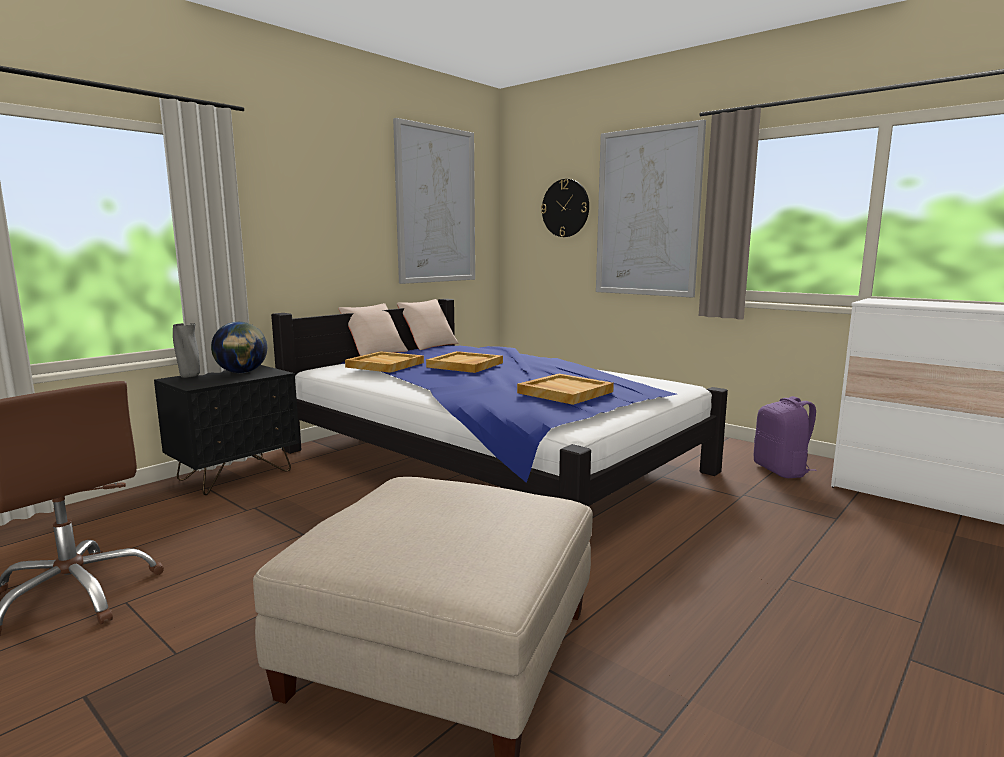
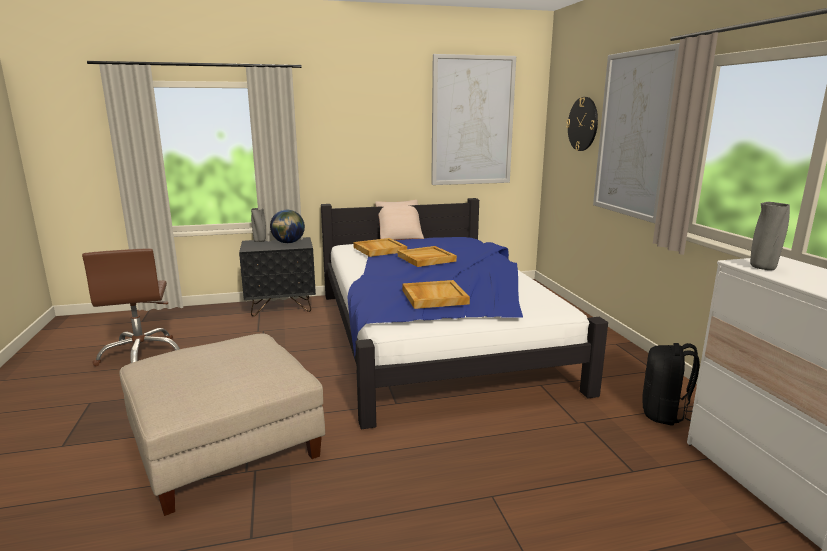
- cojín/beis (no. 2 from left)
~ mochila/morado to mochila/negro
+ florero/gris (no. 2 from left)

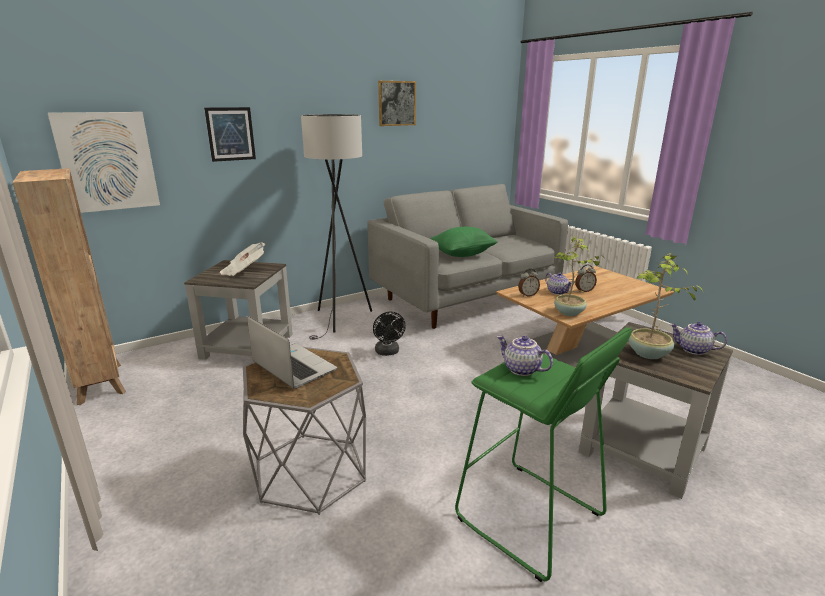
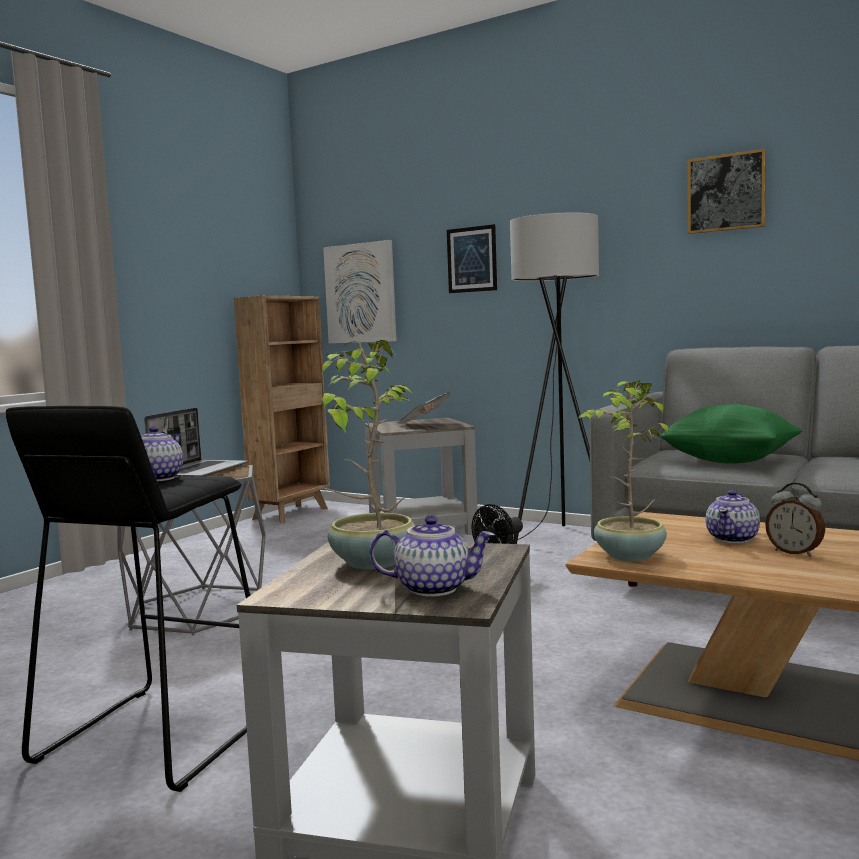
- despertador (no. 1 from left)
~ tetera (no. 3 from left in the first image) 90 degrees clockwise
~ taburete/verde to taburete/negro

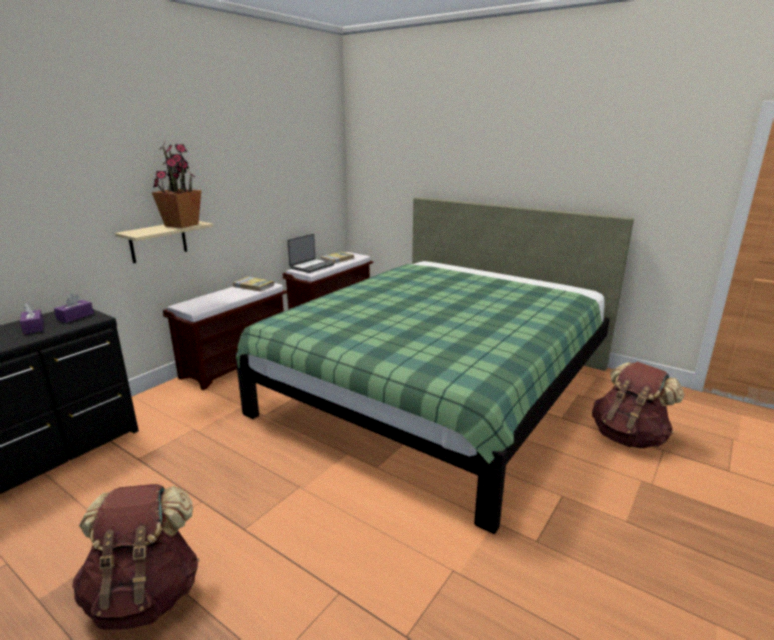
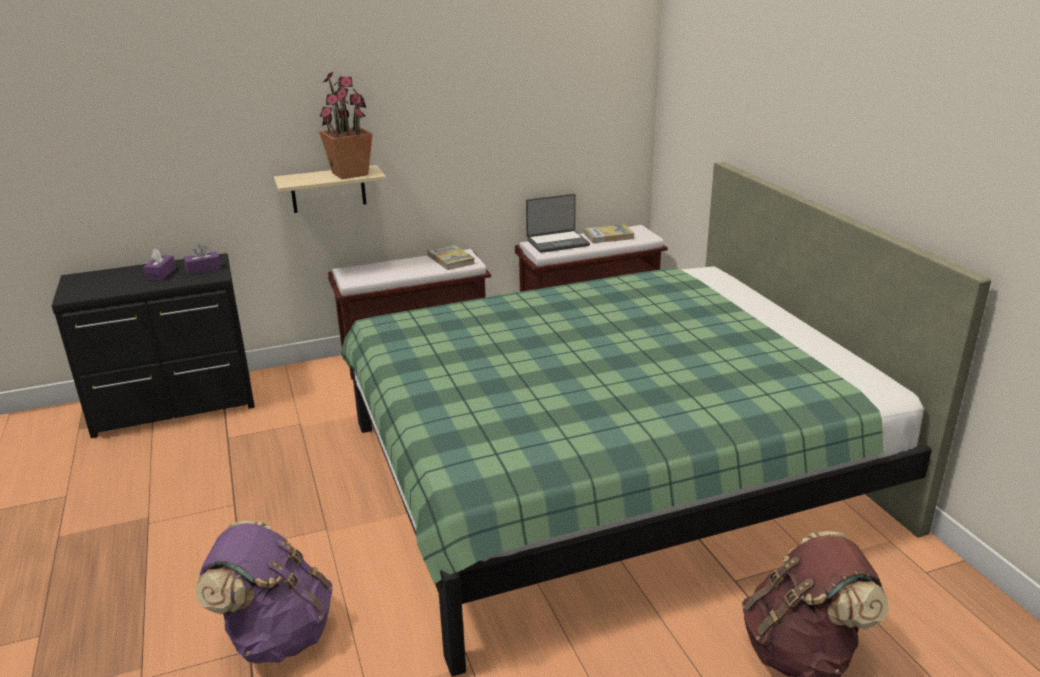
- mochila/marrón (no. 1 from left)
+ mochila/morado

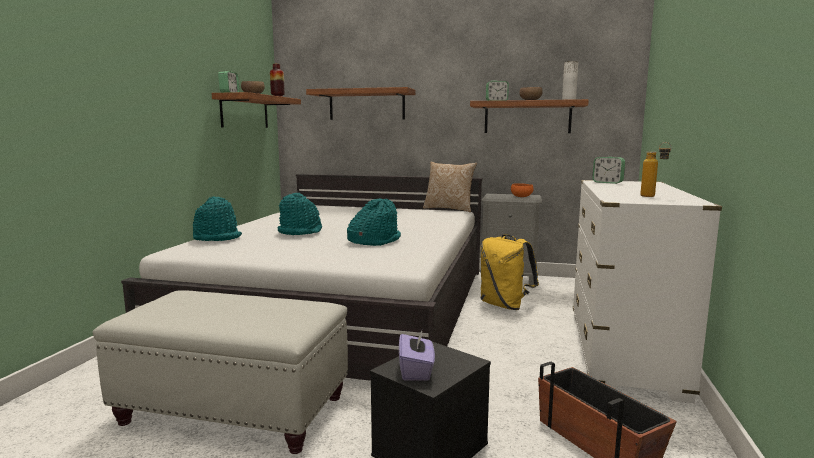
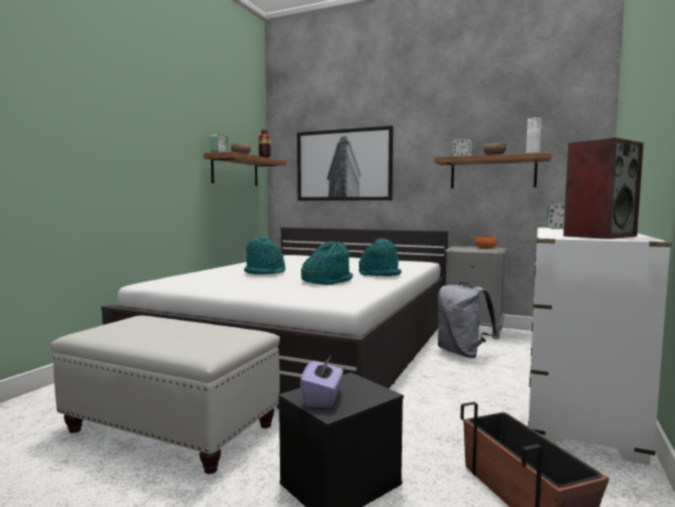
~ estante (no. 2 from left) to cuadro
~ botella to altavoz
- cojín
~ sombrero/turquesa (no. 1 from left in the first image) to sombrero/turquesa (no. 3 from left)
~ mochila/amarillo to mochila/gris

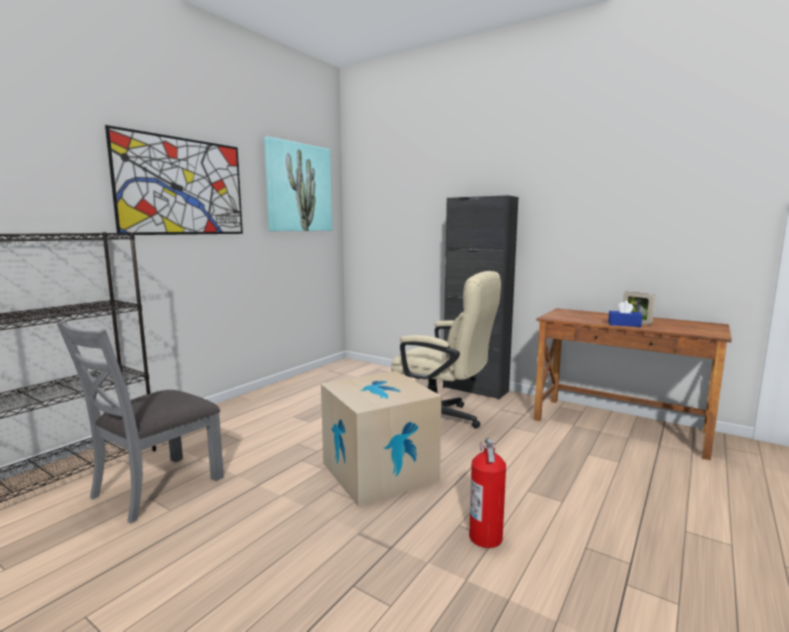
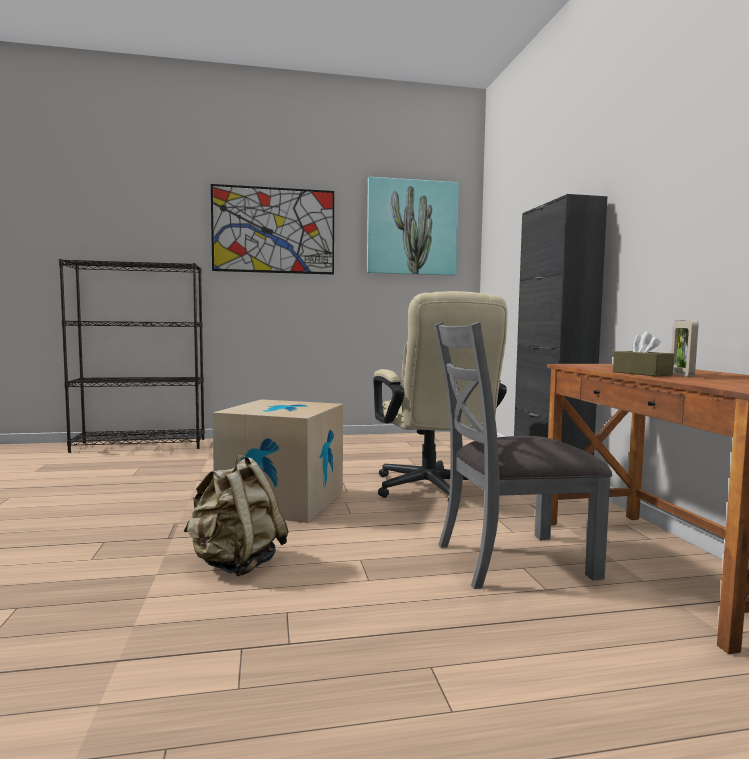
~ caja de pañuelos/azul to caja de pañuelos/marrón
~ silla/gris
~ extintor to mochila/beis

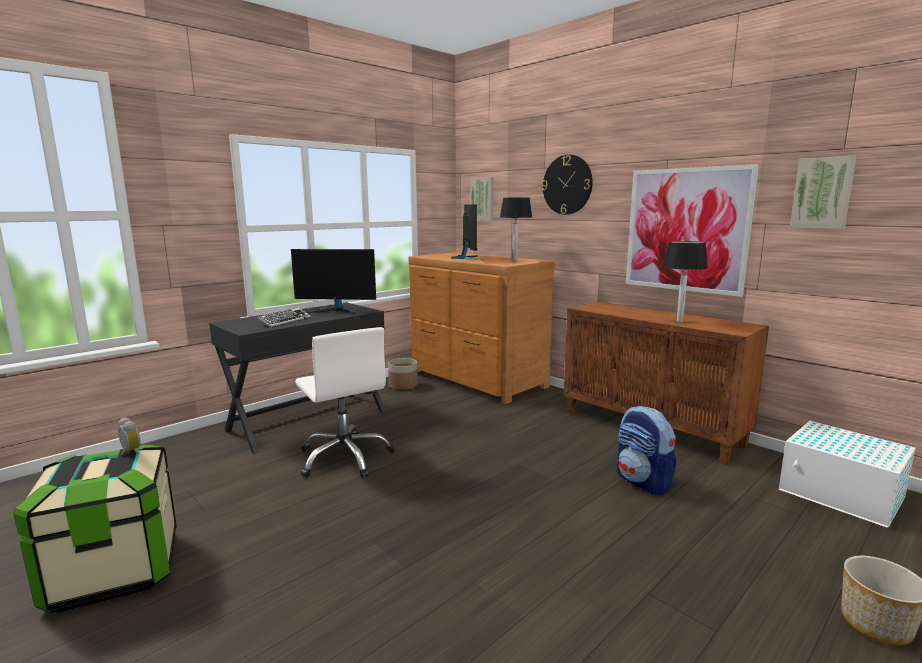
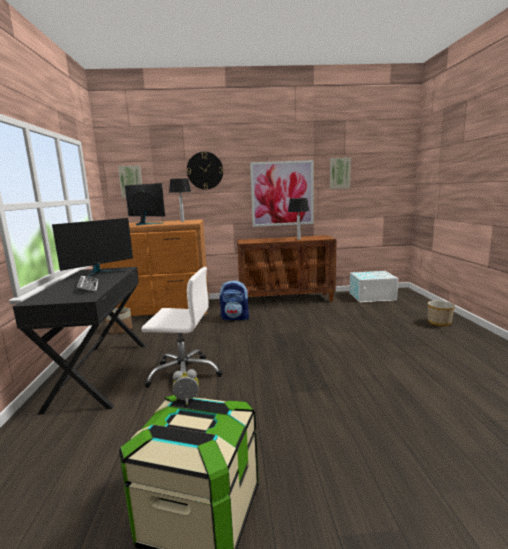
~ mochila

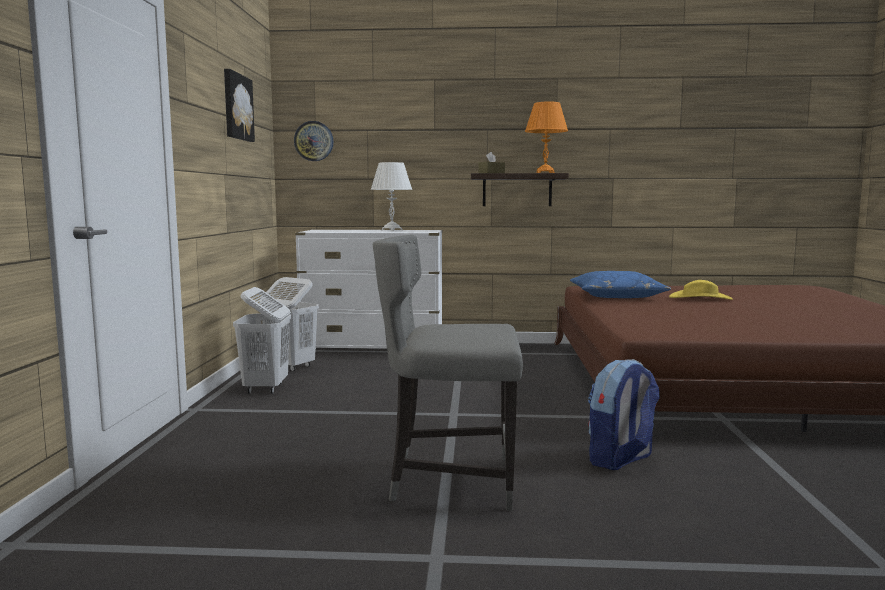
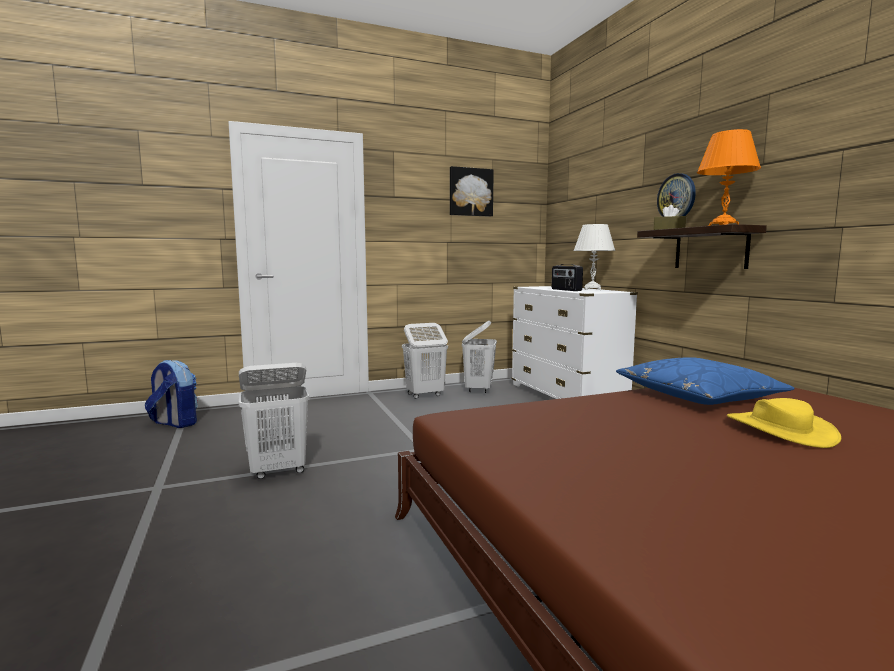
~ reloj de pared
~ silla/gris to cesto de la ropa/blanco (no. 1 from left)
~ mochila
+ radio

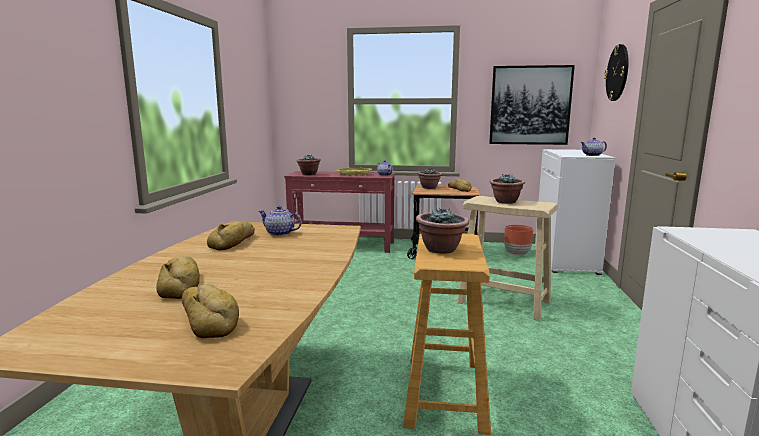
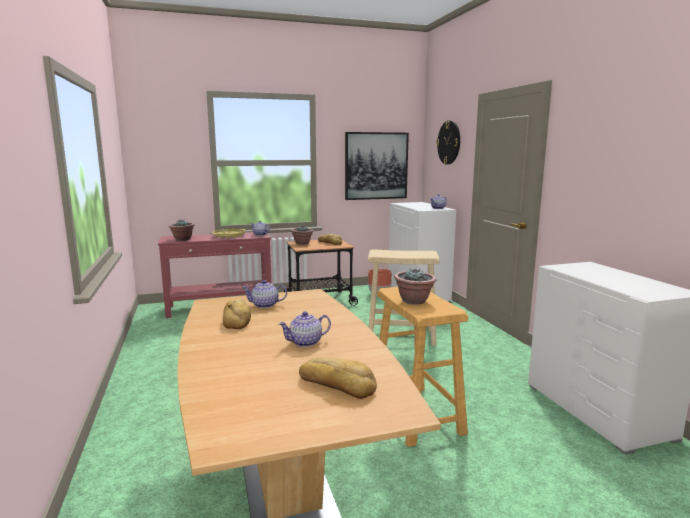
- planta en maceta (no. 4 from left)
- pan (no. 1 from left)
+ tetera (no. 3 from left)

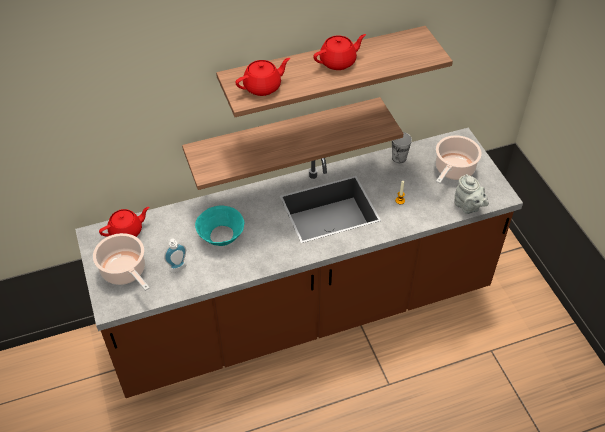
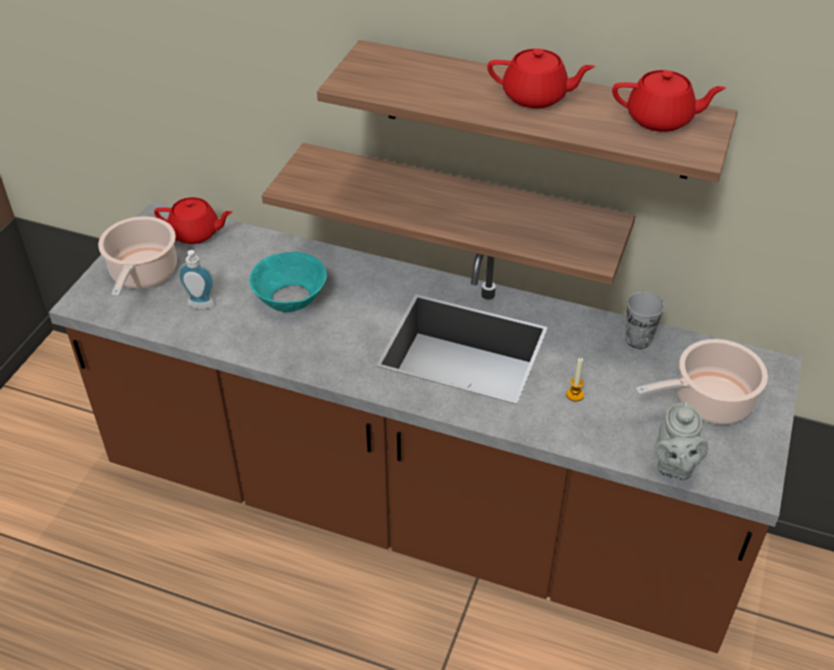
~ tetera/rojo (no. 2 from left in the first image) to tetera/rojo (no. 3 from left)

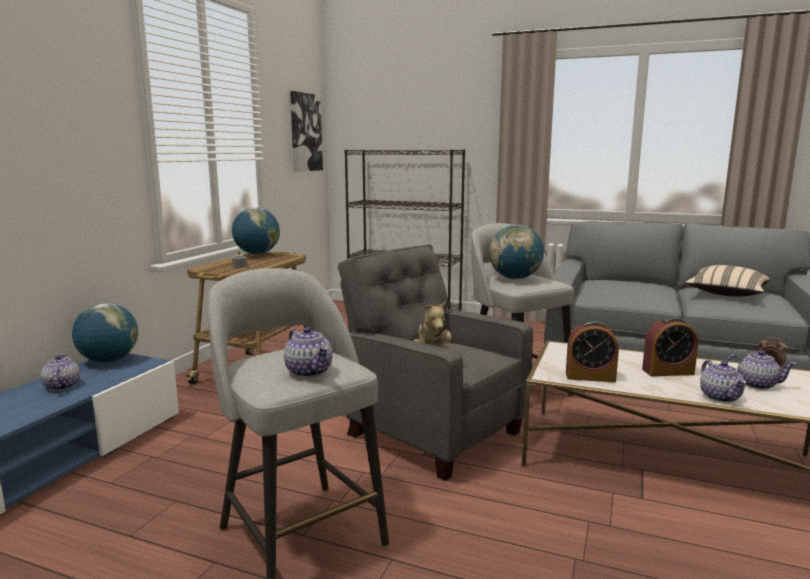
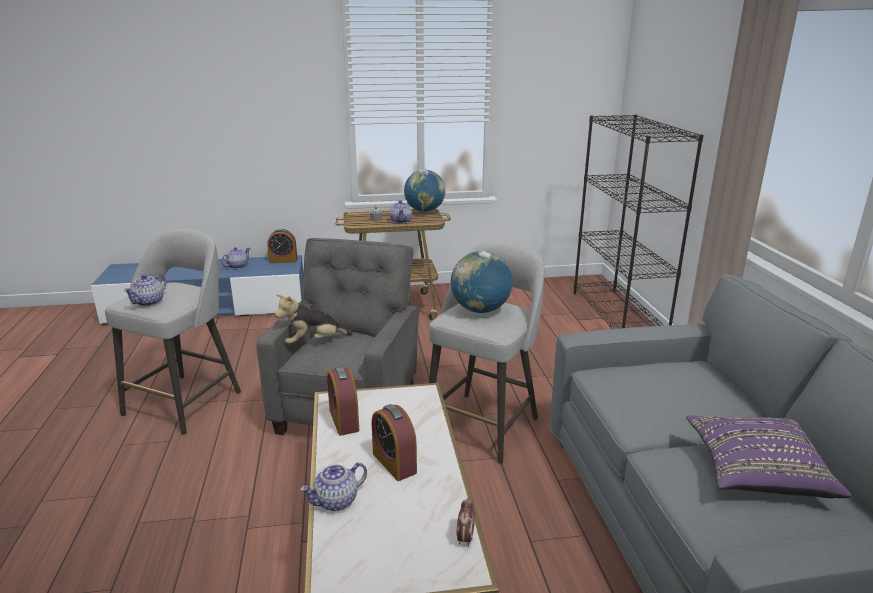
- cuadro
~ cojín/beis to cojín/morado
~ globo terráqueo (no. 1 from left) to despertador (no. 1 from left)
~ tetera (no. 4 from left)

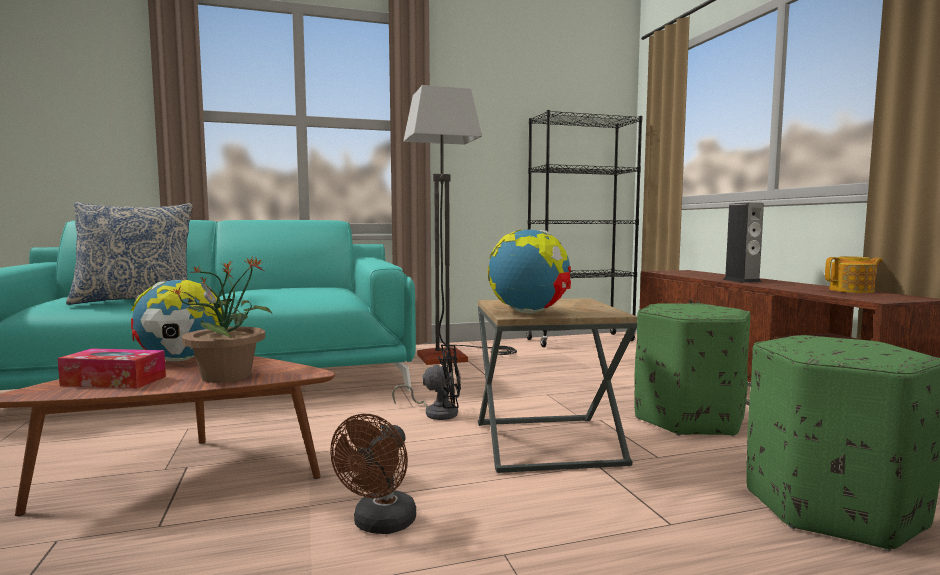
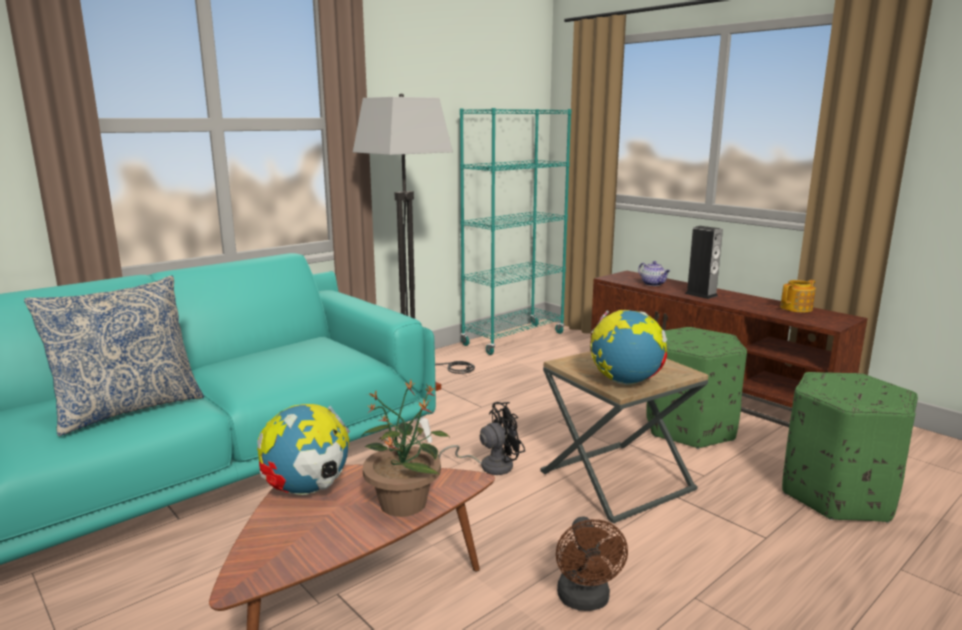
~ estantería/negro to estantería/turquesa
- caja de pañuelos
+ tetera (no. 1 from left)

